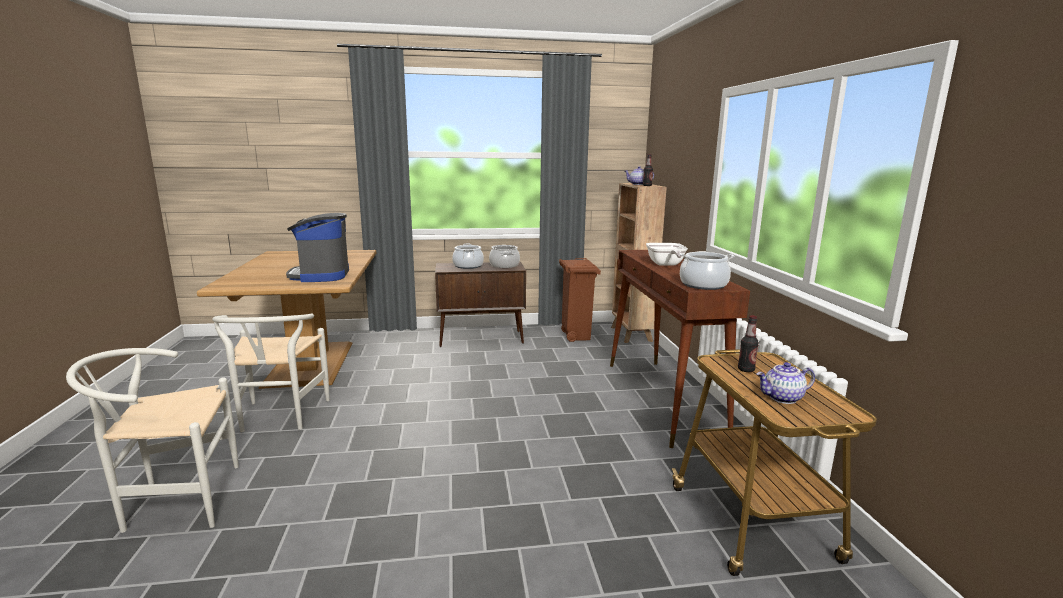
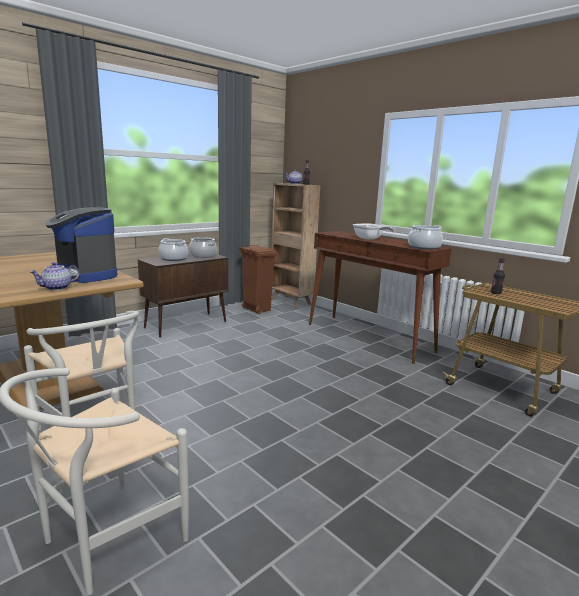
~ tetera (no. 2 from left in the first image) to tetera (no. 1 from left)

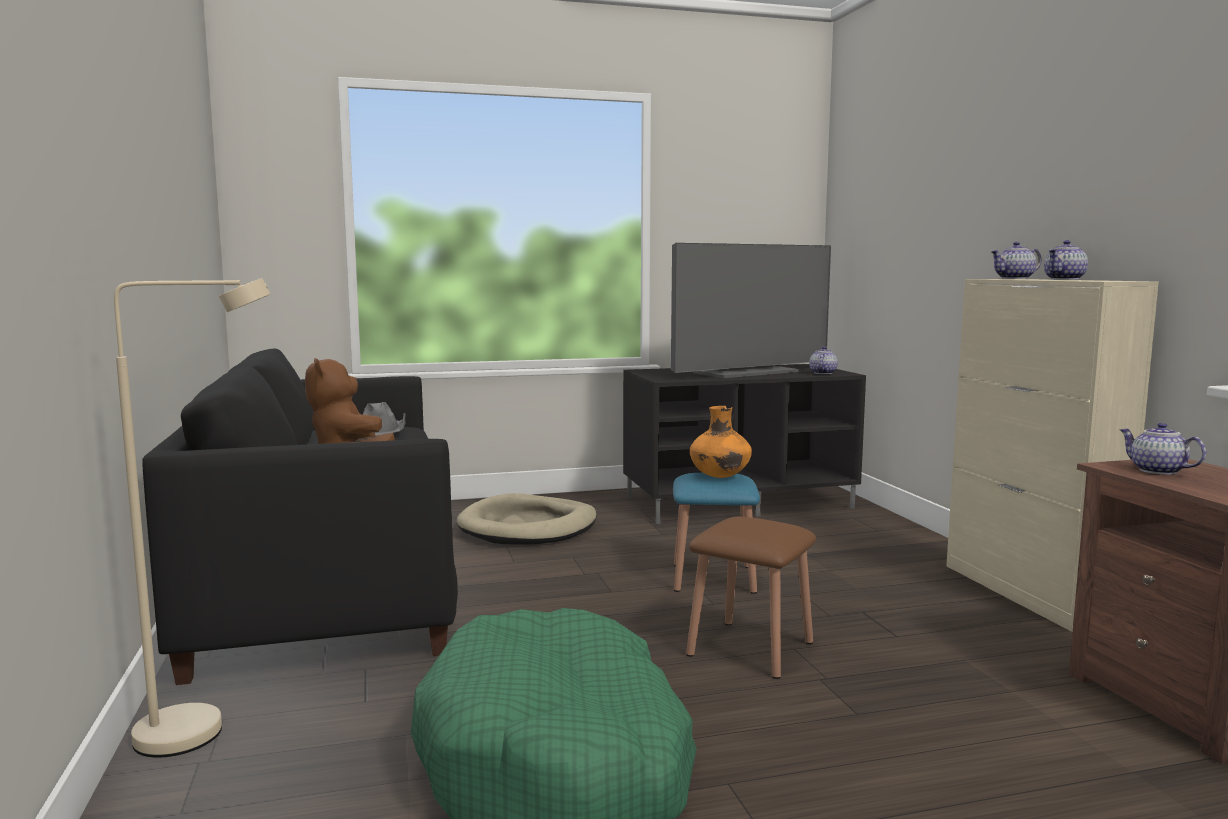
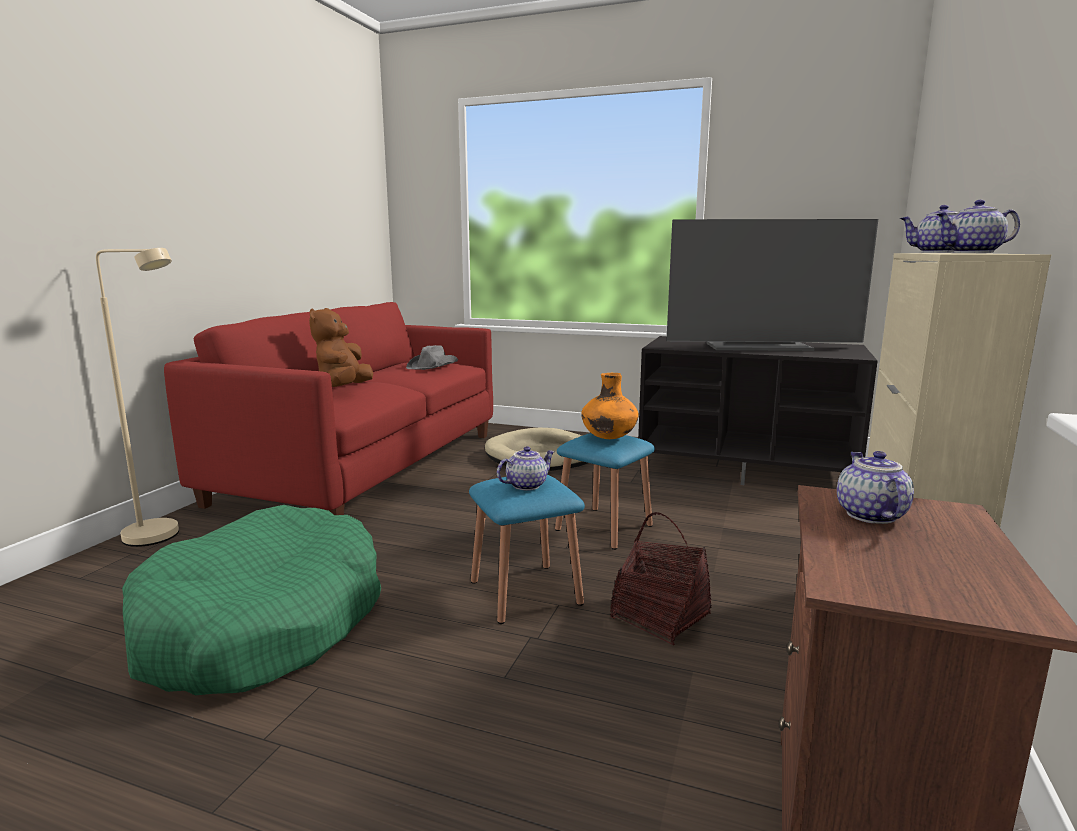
~ tetera (no. 1 from left)
~ sofá/negro to sofá/rojo
~ taburete/marrón to taburete/azul (no. 1 from left)
+ cesta

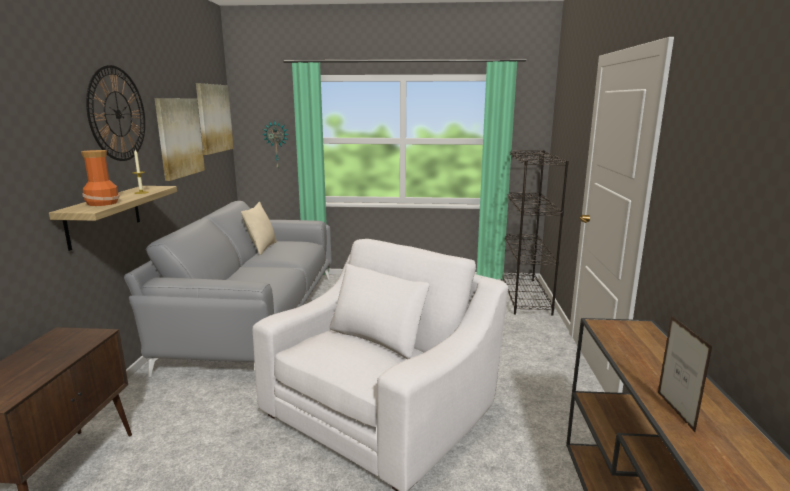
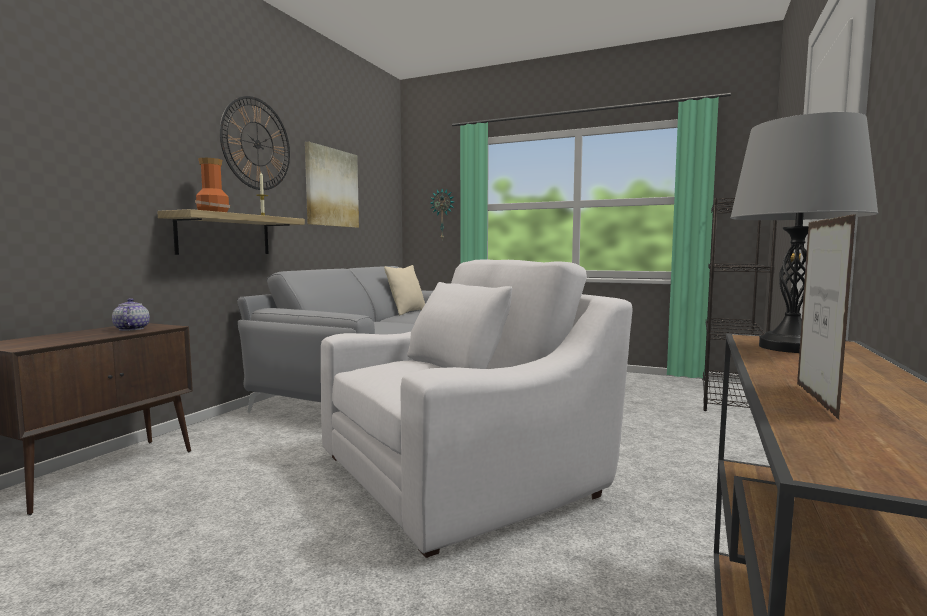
- cuadro (no. 2 from left)
+ lámpara de mesa/gris
+ tetera

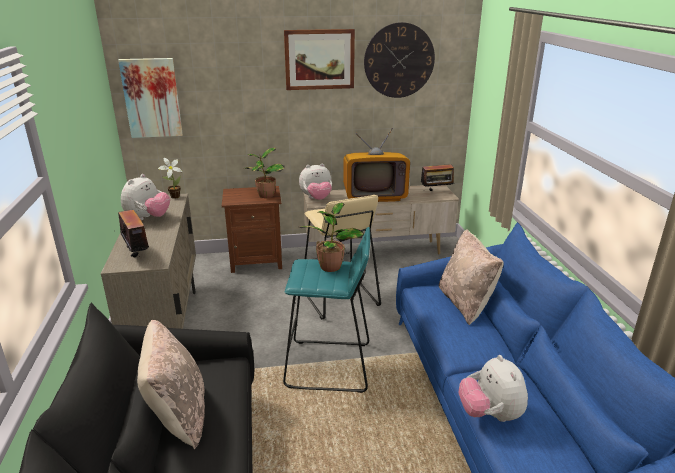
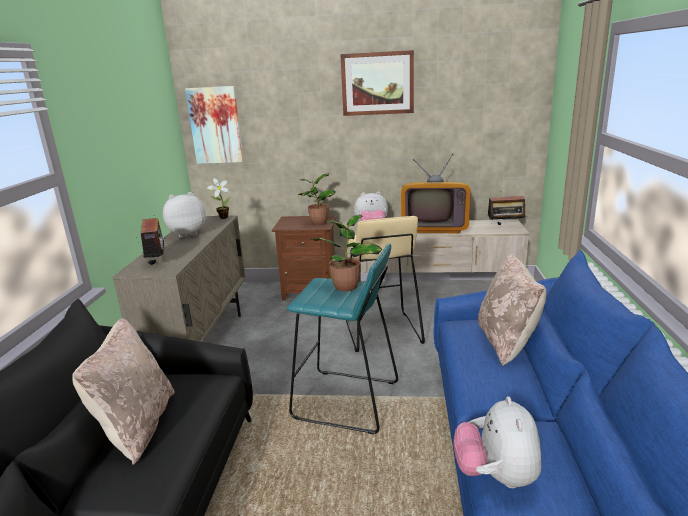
- reloj de pared
~ peluche (no. 1 from left) 150 degrees counterclockwise

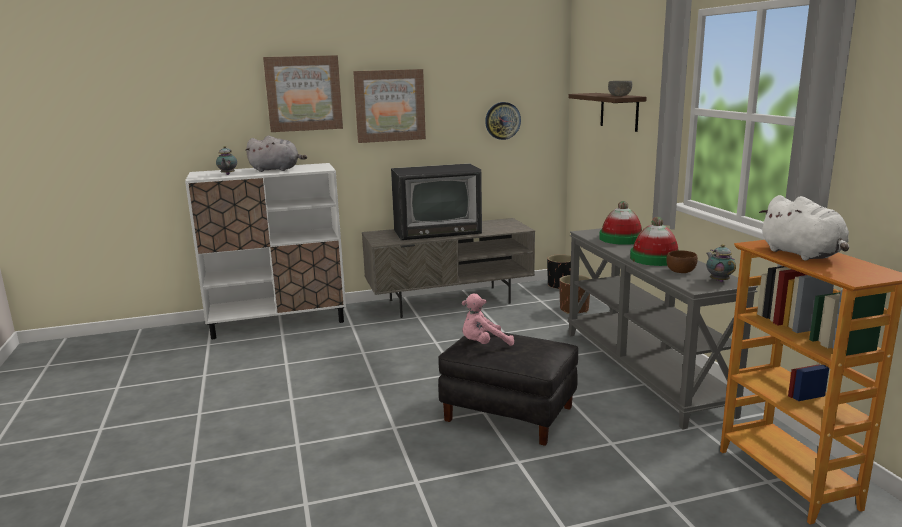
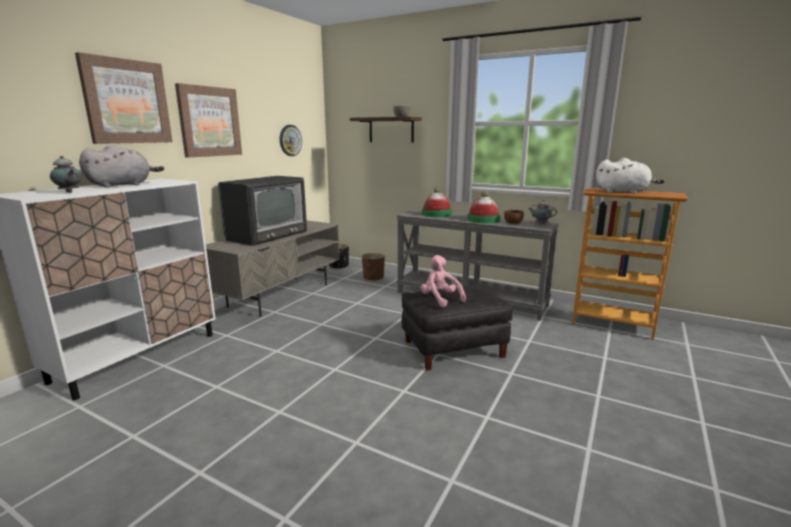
~ peluche/rosa 120 degrees clockwise

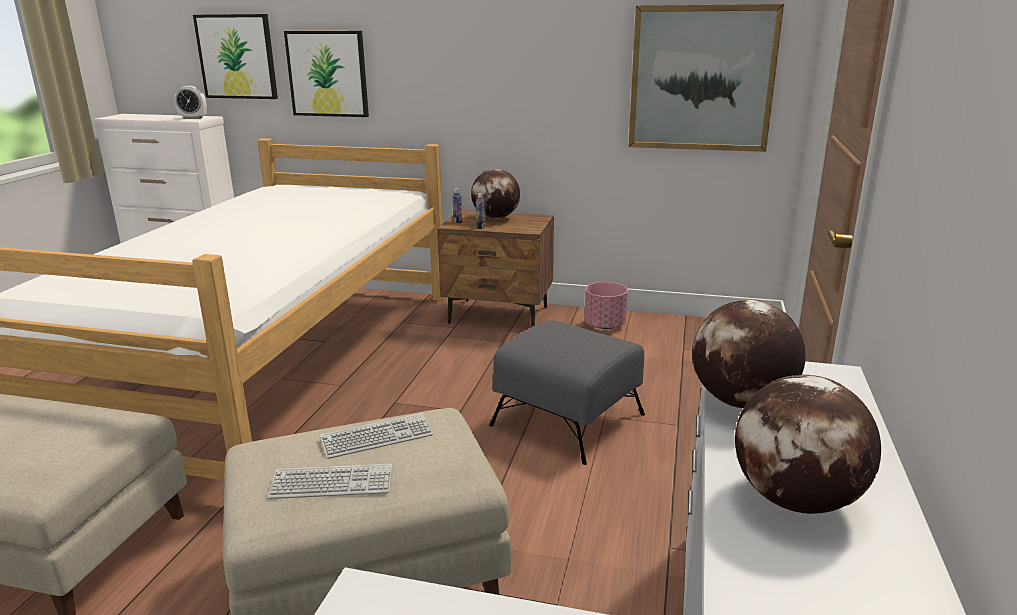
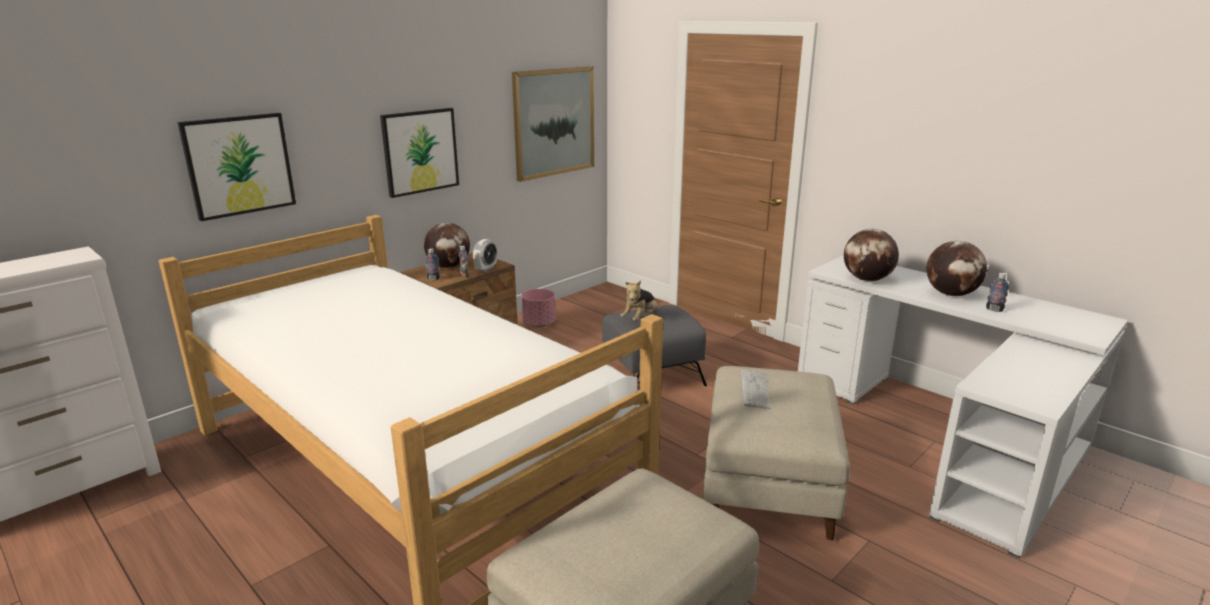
~ cuadro (no. 1 from left in the first image) to cuadro (no. 2 from left)
~ despertador
- teclado (no. 1 from left)
+ botella (no. 3 from left)
+ peluche

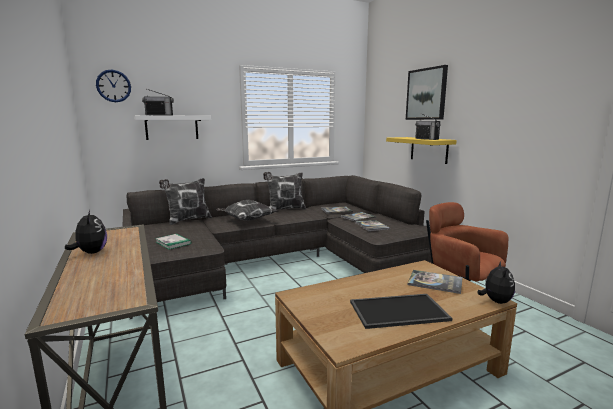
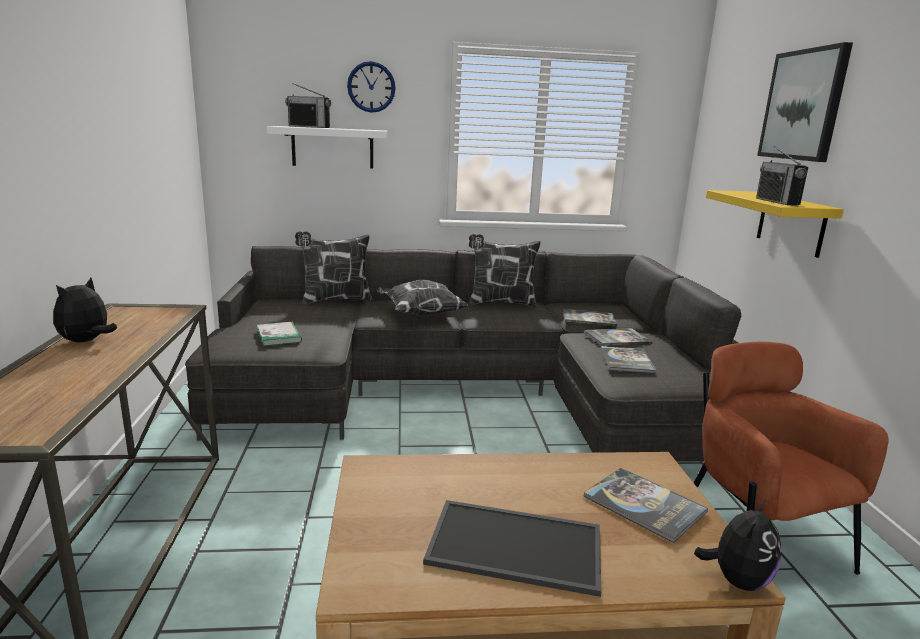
~ reloj de pared
~ peluche (no. 1 from left) 150 degrees counterclockwise

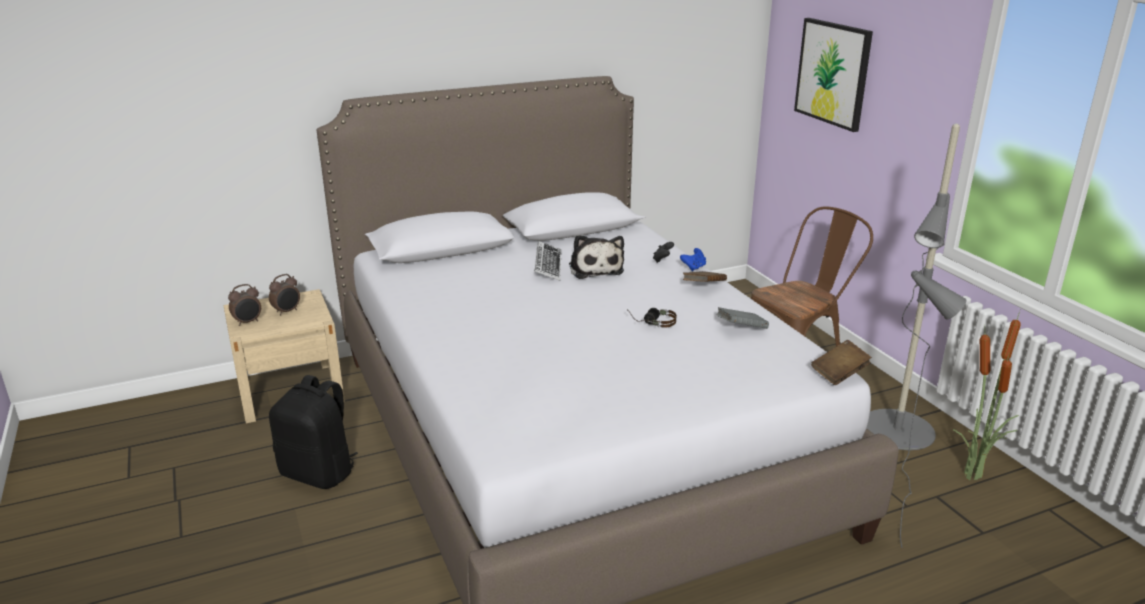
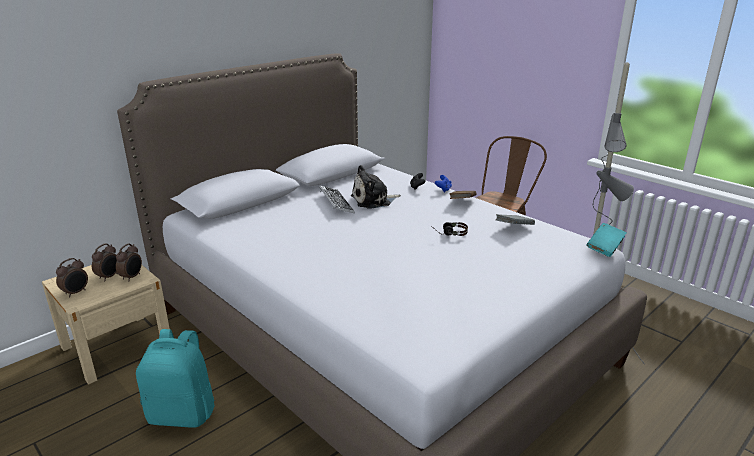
- cuadro
~ peluche 105 degrees clockwise
- planta en maceta
~ libro/marrón (no. 2 from left) to libro/turquesa
~ mochila/negro to mochila/turquesa
+ despertador (no. 3 from left)

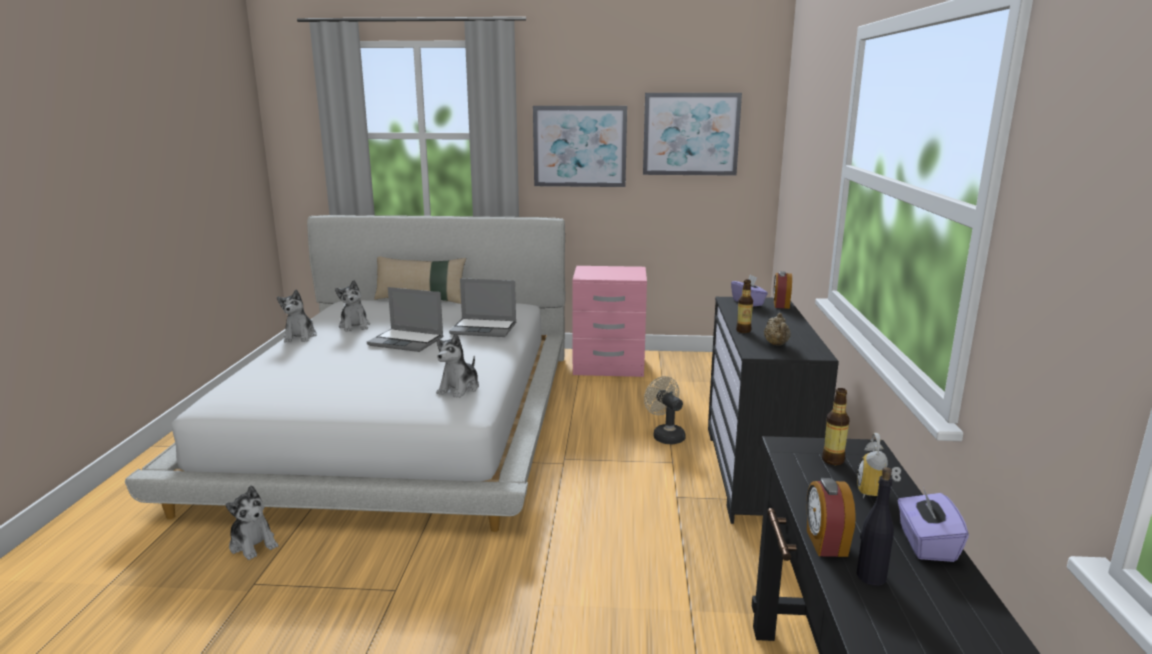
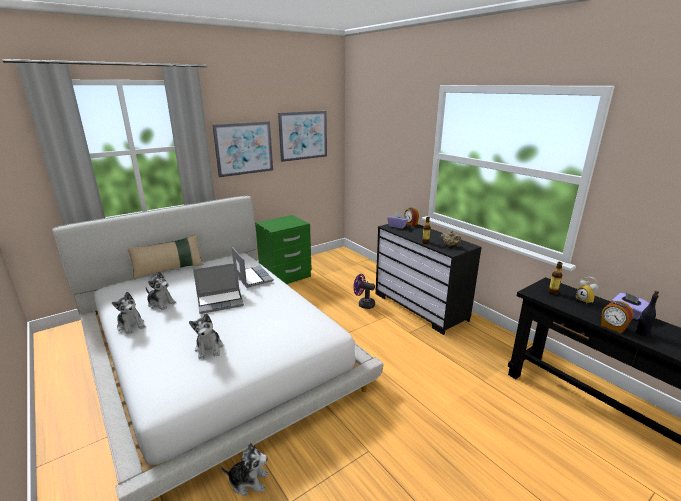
~ mesita de noche/rosa to mesita de noche/verde
~ portátil (no. 2 from left) 90 degrees counterclockwise
~ peluche (no. 4 from left in the first image) to peluche (no. 3 from left)
~ ventilador/beis to ventilador/morado

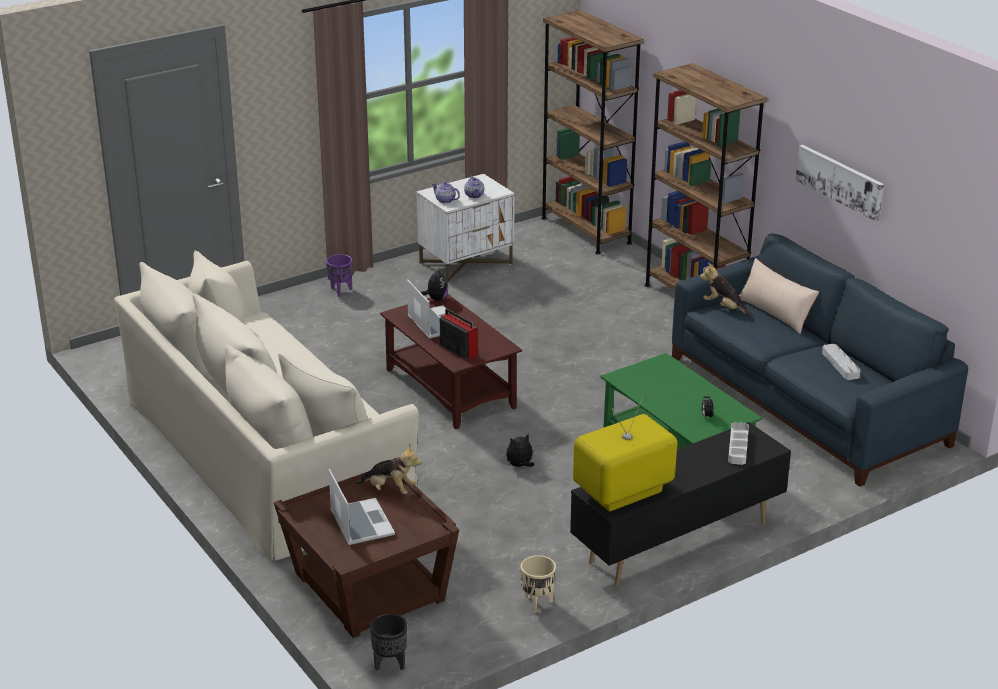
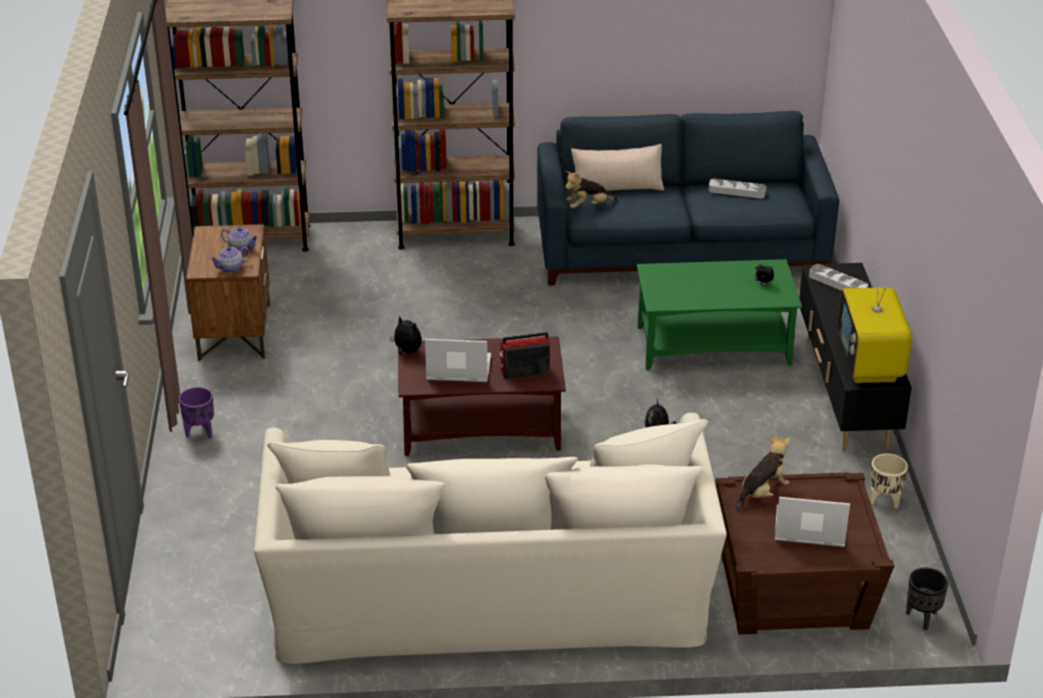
- cuadro
~ mesita de noche/blanco to mesita de noche/marrón

